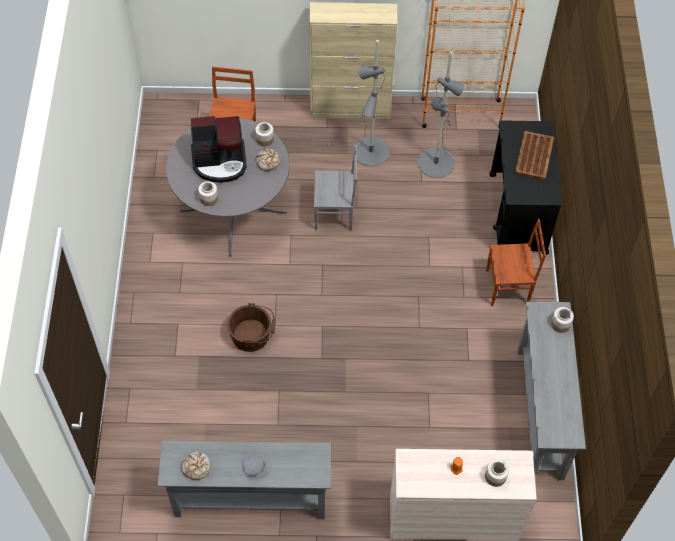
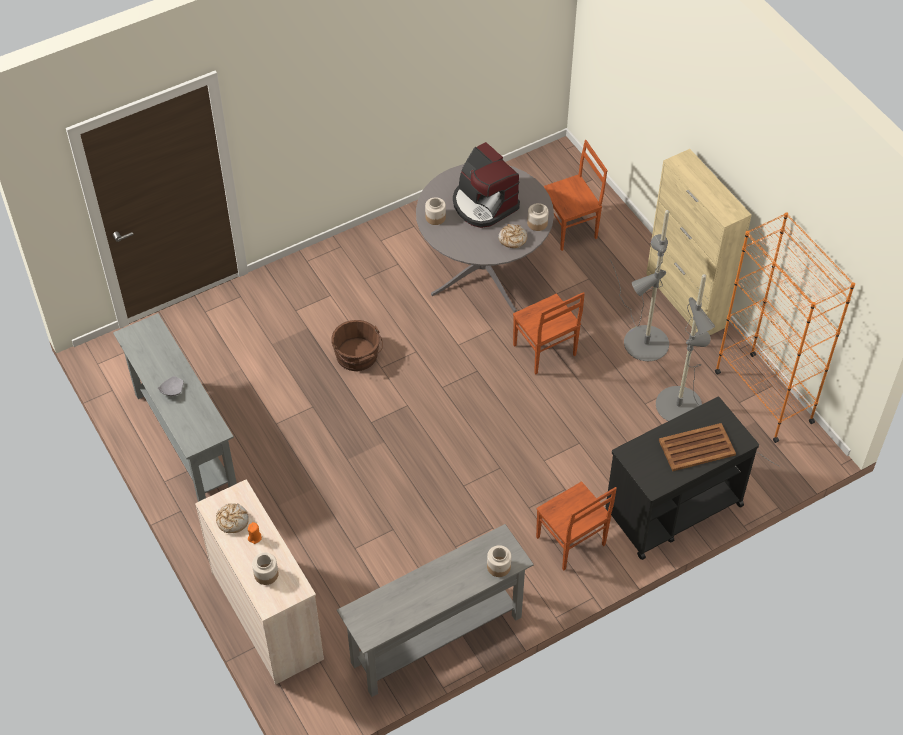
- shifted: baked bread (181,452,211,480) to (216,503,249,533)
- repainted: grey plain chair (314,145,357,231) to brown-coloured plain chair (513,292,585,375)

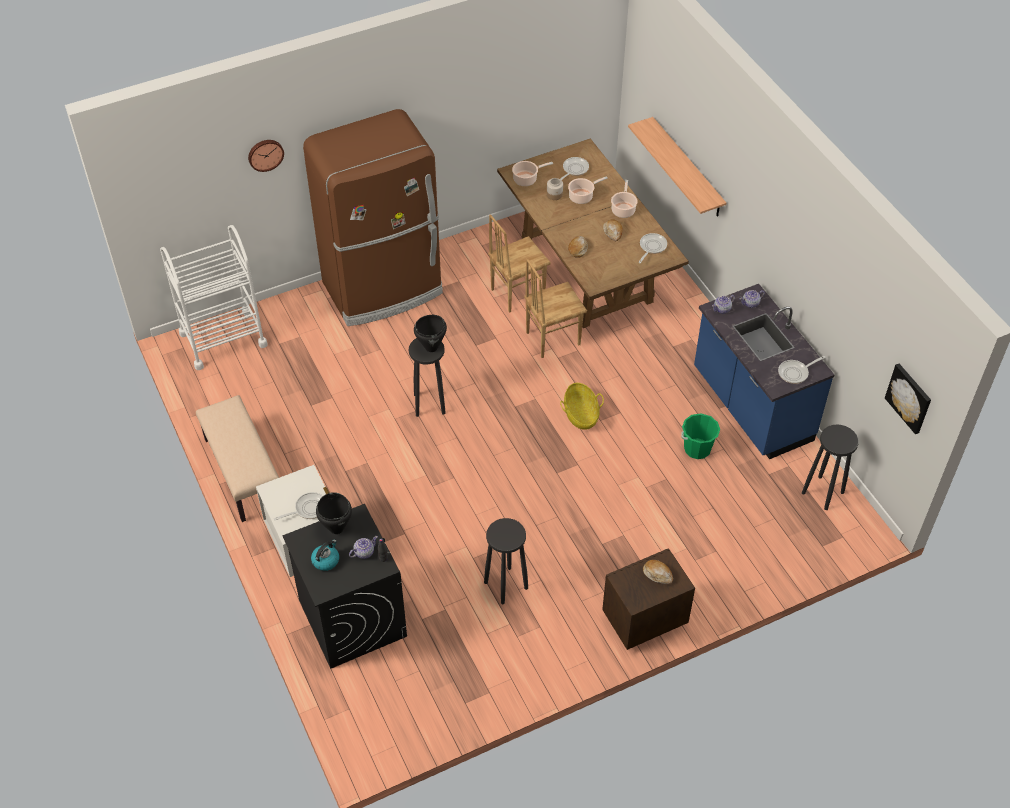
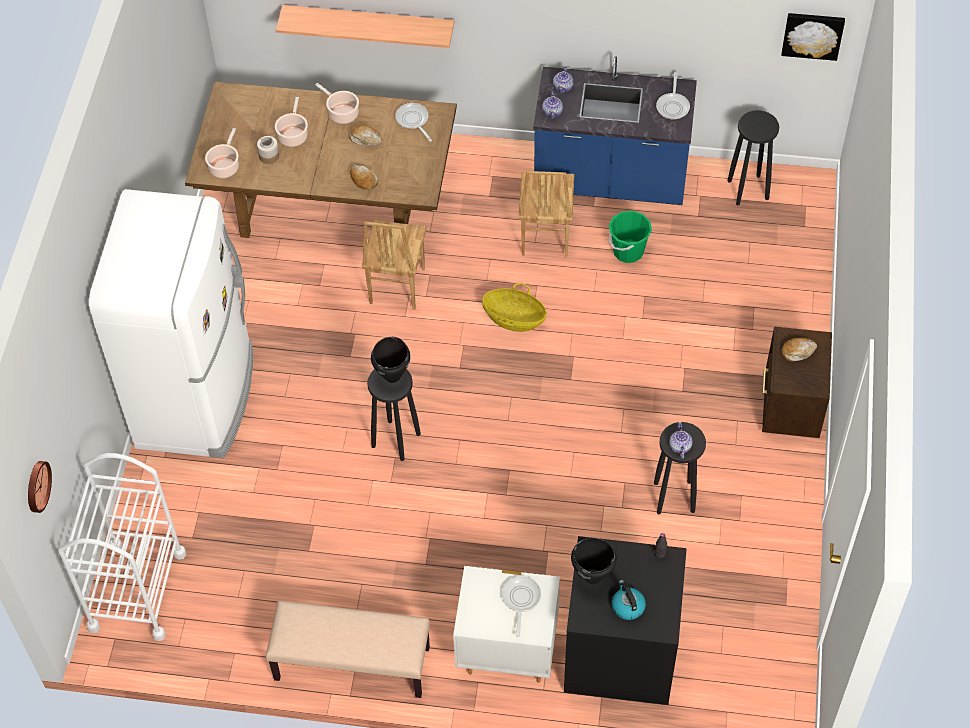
- shifted: clock on the wall (248,140,284,172) to (28,461,52,513)
- repainted: brown-coloured kitchen fridge (303,109,443,326) to whitish kitchen fridge (89,189,253,459)
- shifted: teapot (349,536,378,559) to (669,422,693,458)
- shifted: brown-coloured plain chair (488,214,551,313) to (518,171,574,257)
- gone: frying pan (560,157,589,180)

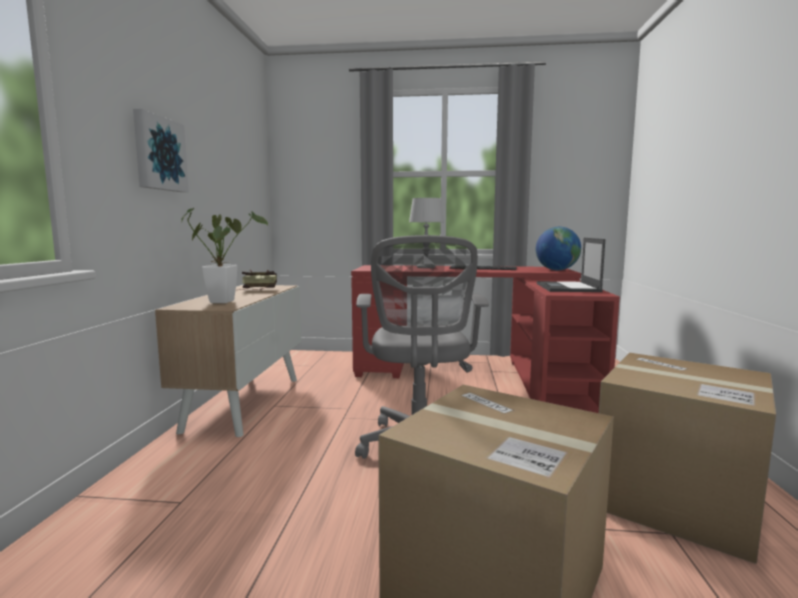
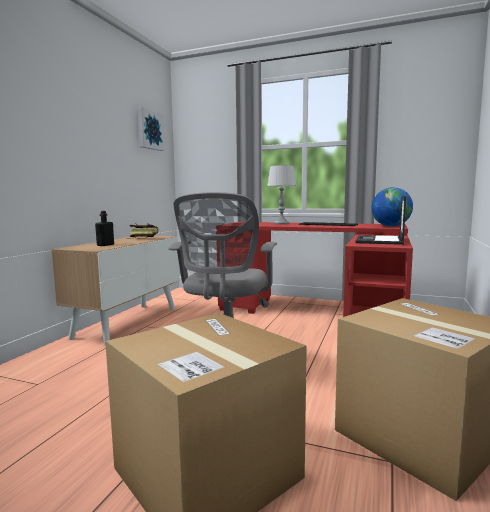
- shifted: wall picture (133,109,189,192) to (137,107,164,151)
- swapped: houseplant (181,208,268,303) to black drink bottle (95,211,114,246)

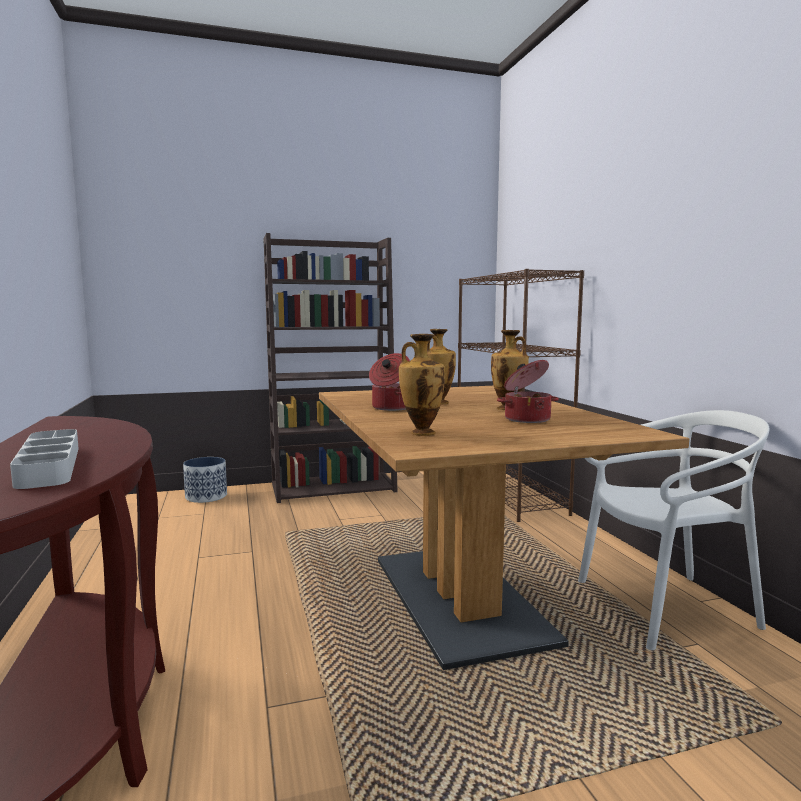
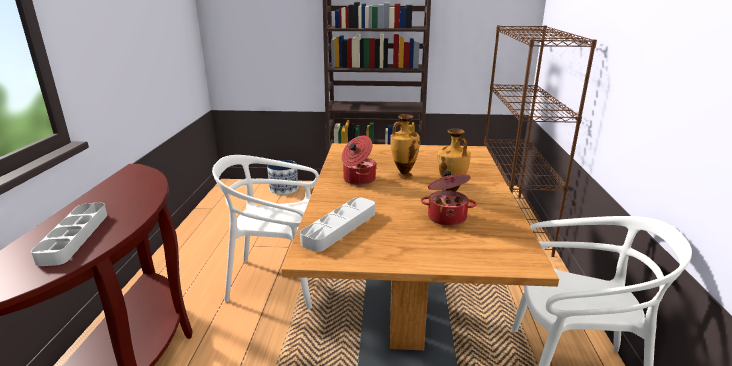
- swapped: flower vase (399,334,445,436) to grey serving tray (300,197,375,252)
- new: whitish plain chair (212,155,319,309)

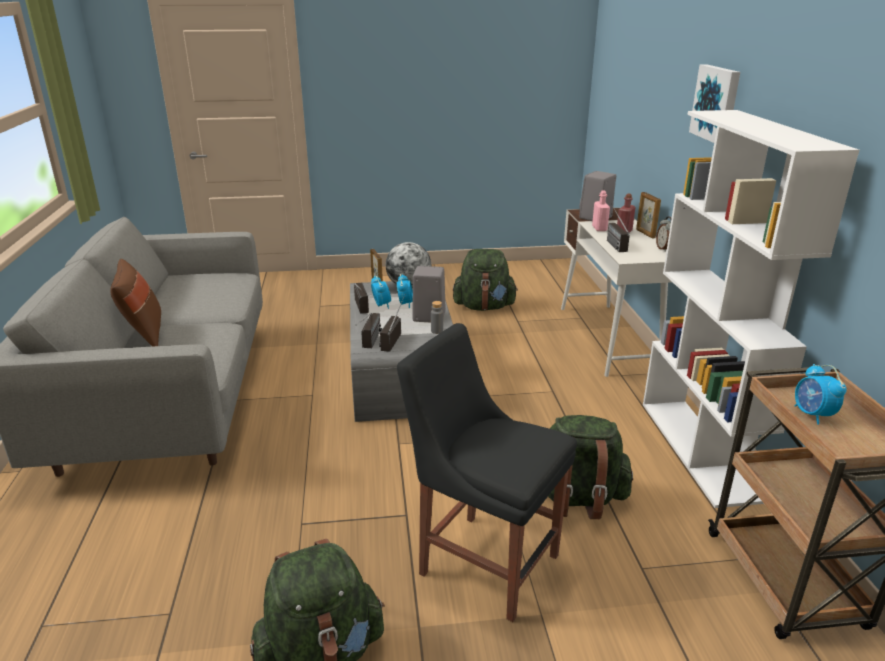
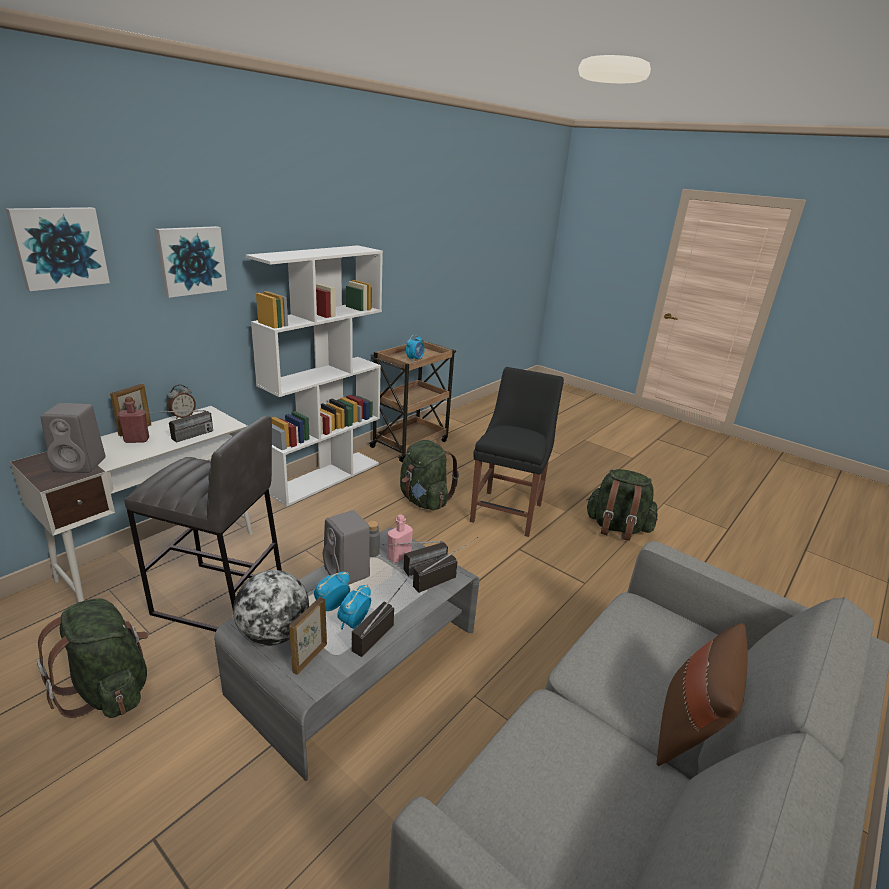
- rotated: black plain chair (397,323,577,622) = (470,367,564,537) 150 degrees counterclockwise
- shifted: pink-coloured drink bottle (592,191,610,231) to (387,514,413,563)
- new: wall picture (6,207,110,291)
- new: grey sitting stool (125,416,282,632)

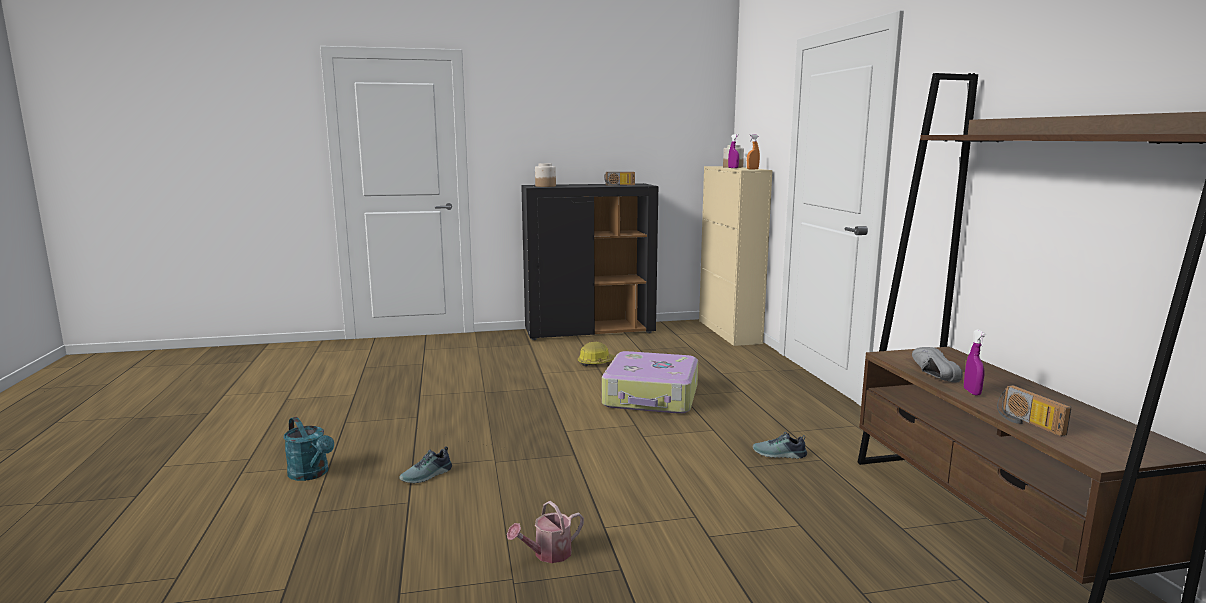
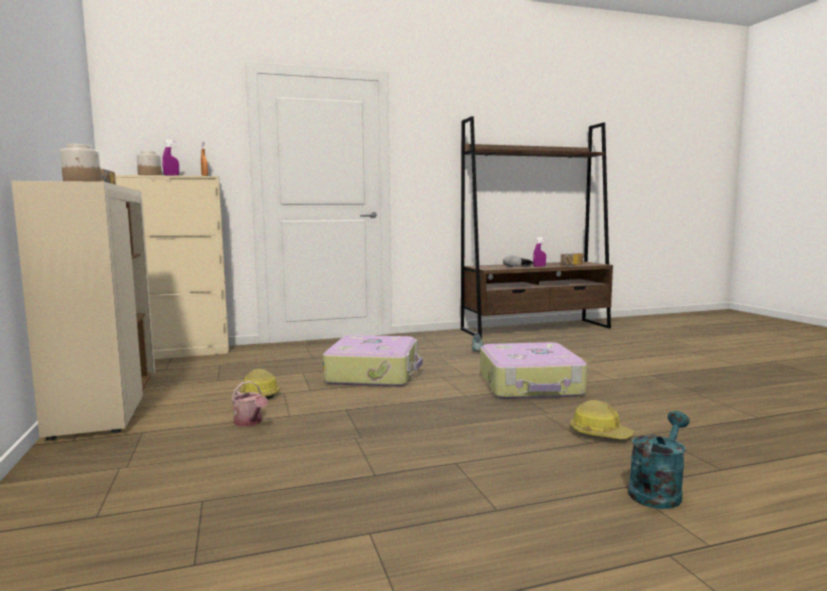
- swapped: item of footwear (399,446,452,483) to safety helmet (570,400,634,439)
- shifted: watering pot (507,501,584,563) to (231,381,268,427)
- repainted: black cupboard (521,183,658,340) to beige-coloured cupboard (11,181,155,441)
- new: suitcase (480,342,587,399)

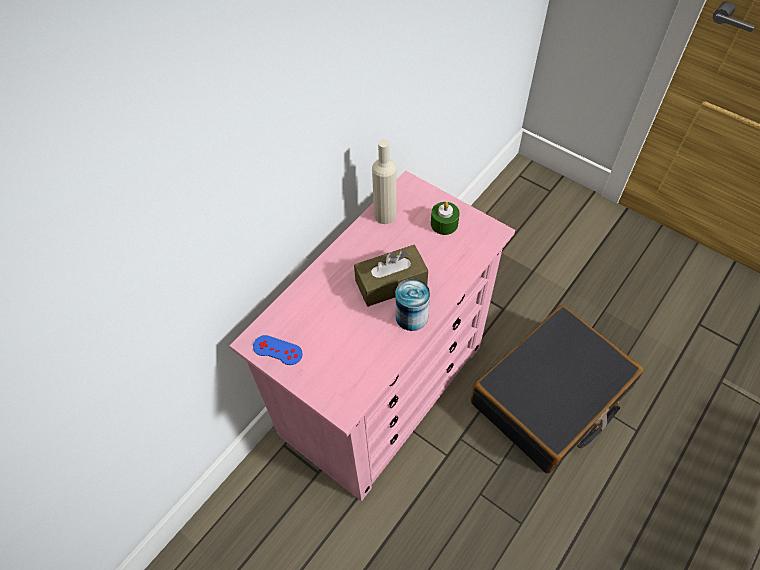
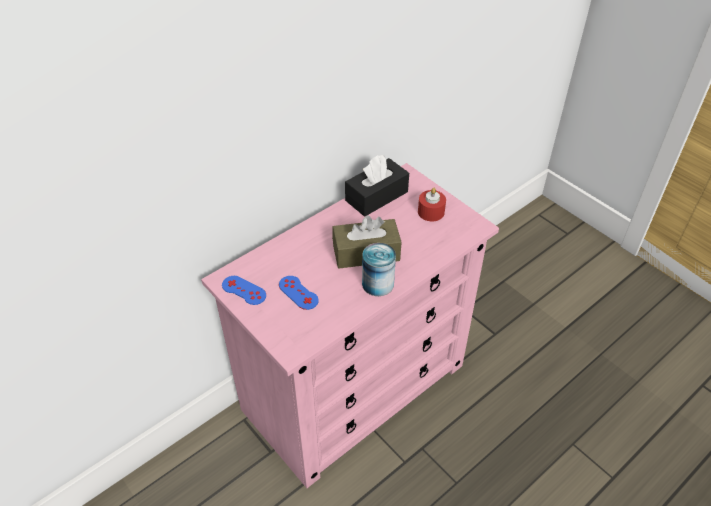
- swapped: beige-coloured drink bottle (372,139,397,224) to black tissue holder (345,155,409,216)
- repainted: green-coloured wax light (431,202,460,235) to red-coloured wax light (418,188,446,221)
- gone: black suitcase (471,305,643,474)
- new: blue-coloured joypad (279,276,319,310)

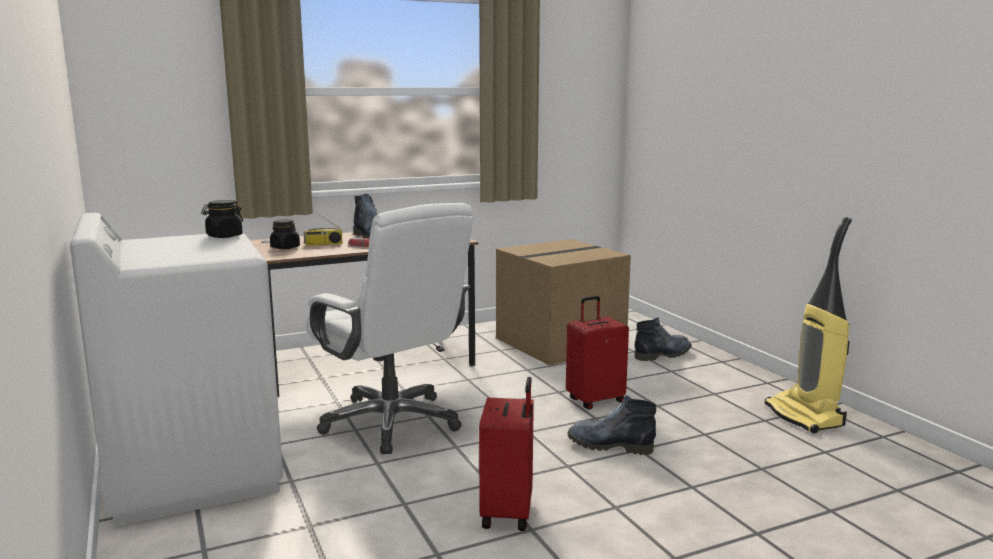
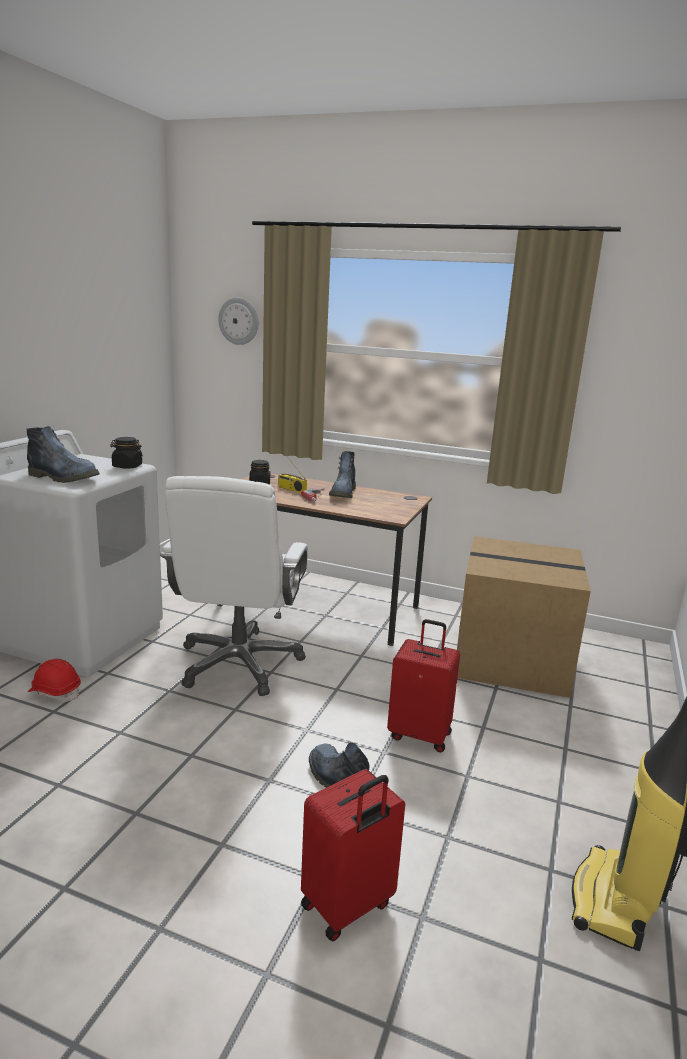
- shifted: red-coloured suitcase (479,377,534,531) to (301,769,405,942)
- shifted: boot (635,318,692,361) to (26,426,100,483)
- new: red-coloured safety helmet (28,659,81,702)
- new: clock on the wall (218,298,258,345)

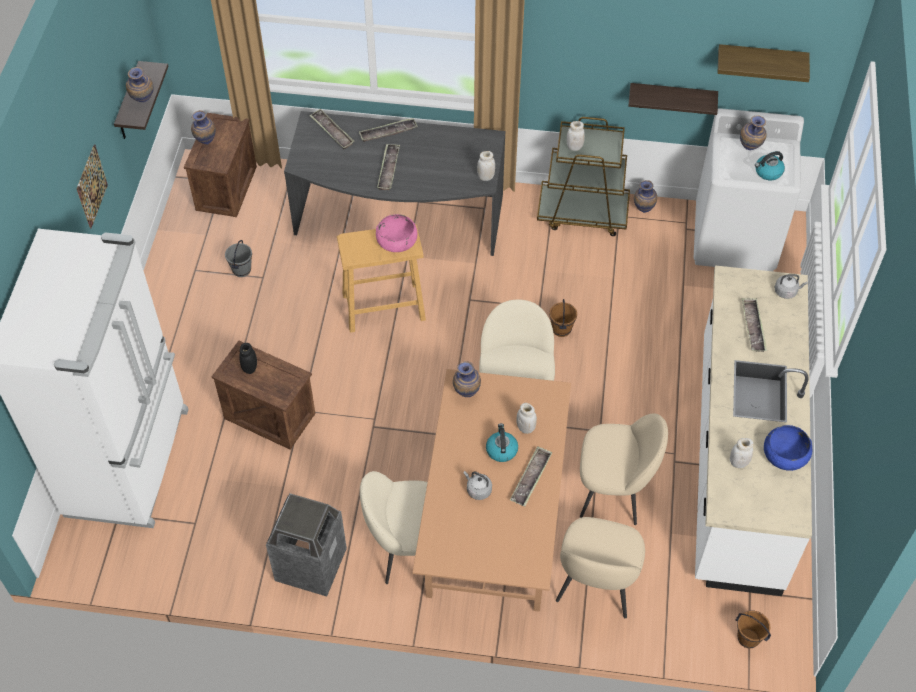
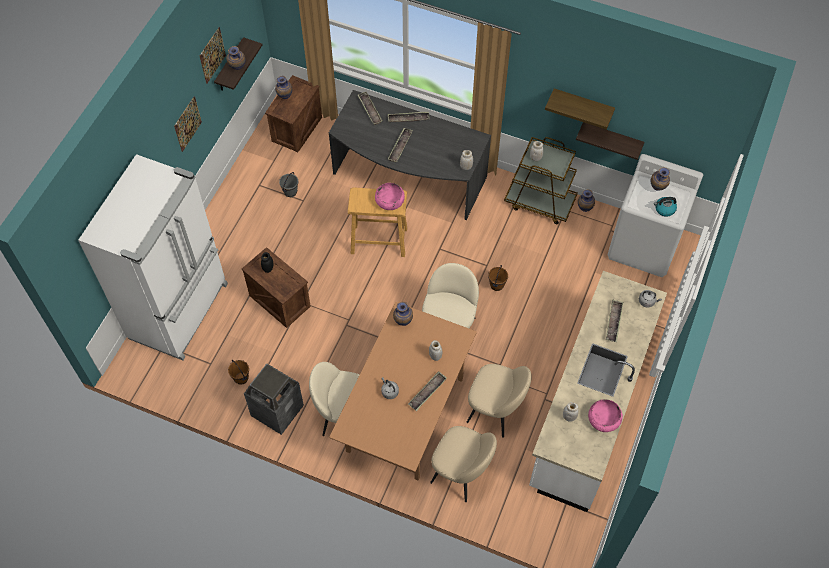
- gone: water kettle (486,423,518,462)
- rotated: beige-coloured plain chair (556,517,645,618) = (430,426,497,502) 90 degrees counterclockwise
- shifted: bracket shelf (718,44,810,82) to (545,88,615,130)
- shifted: brown-coloured pail (736,611,771,648) to (228,360,249,385)
- repainted: blue-coloured bowl (764,425,812,471) to pink-coloured bowl (588,399,623,432)
- new: wall picture (200,27,226,84)

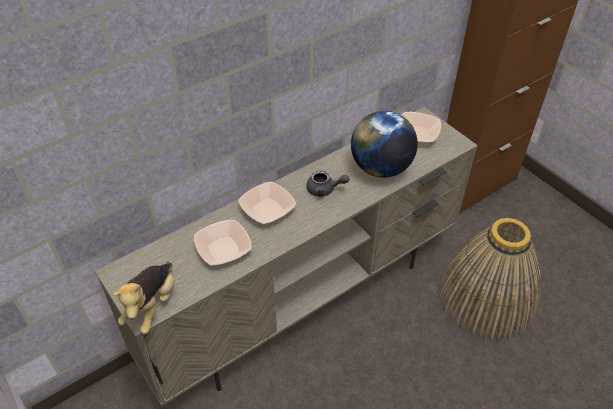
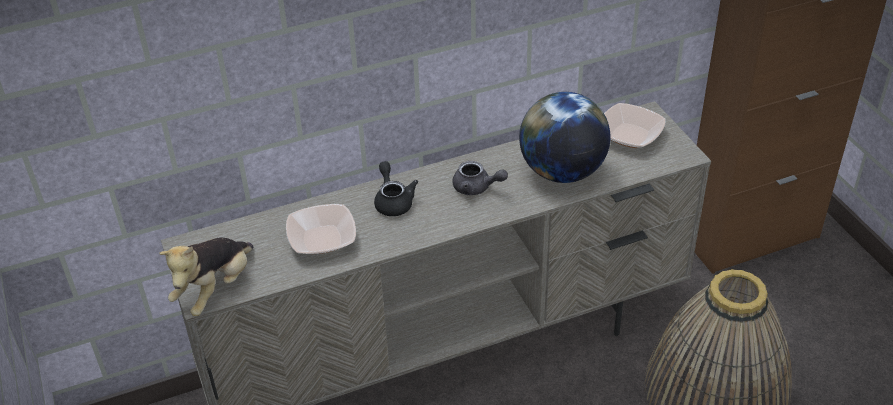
- swapped: bowl (238,182,296,224) to black teapot (374,161,418,216)

